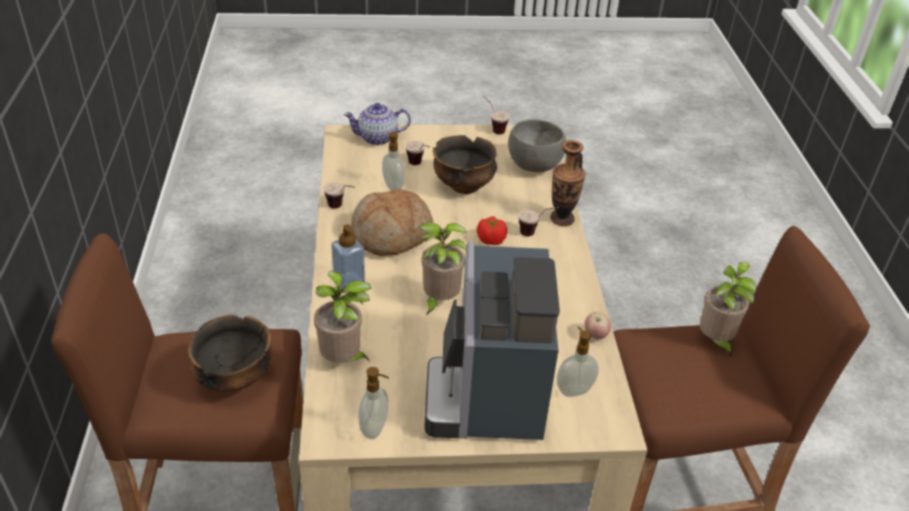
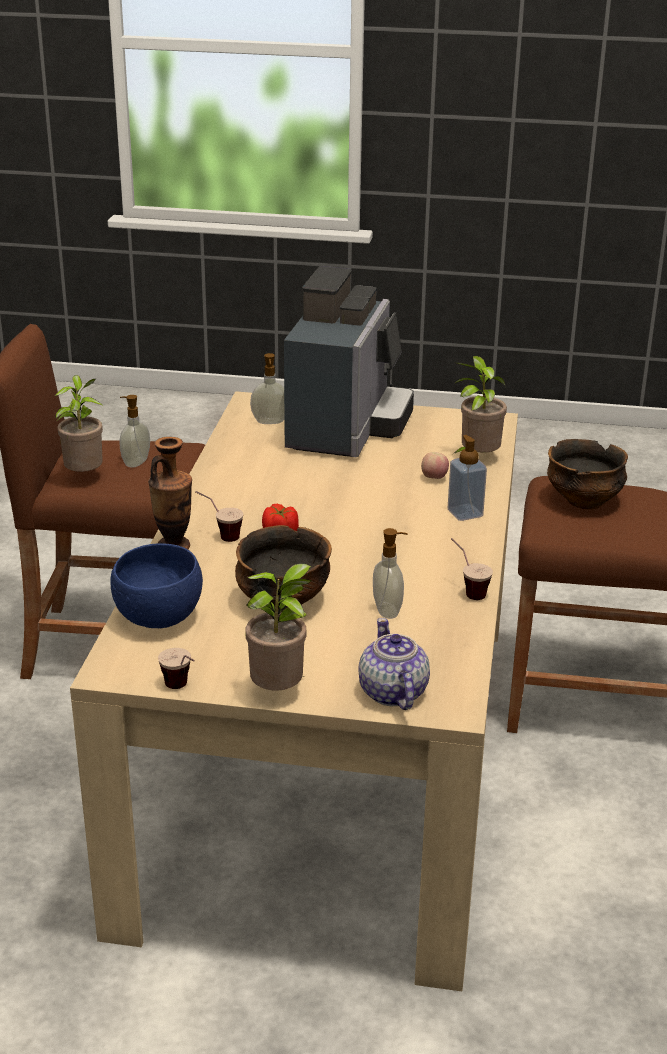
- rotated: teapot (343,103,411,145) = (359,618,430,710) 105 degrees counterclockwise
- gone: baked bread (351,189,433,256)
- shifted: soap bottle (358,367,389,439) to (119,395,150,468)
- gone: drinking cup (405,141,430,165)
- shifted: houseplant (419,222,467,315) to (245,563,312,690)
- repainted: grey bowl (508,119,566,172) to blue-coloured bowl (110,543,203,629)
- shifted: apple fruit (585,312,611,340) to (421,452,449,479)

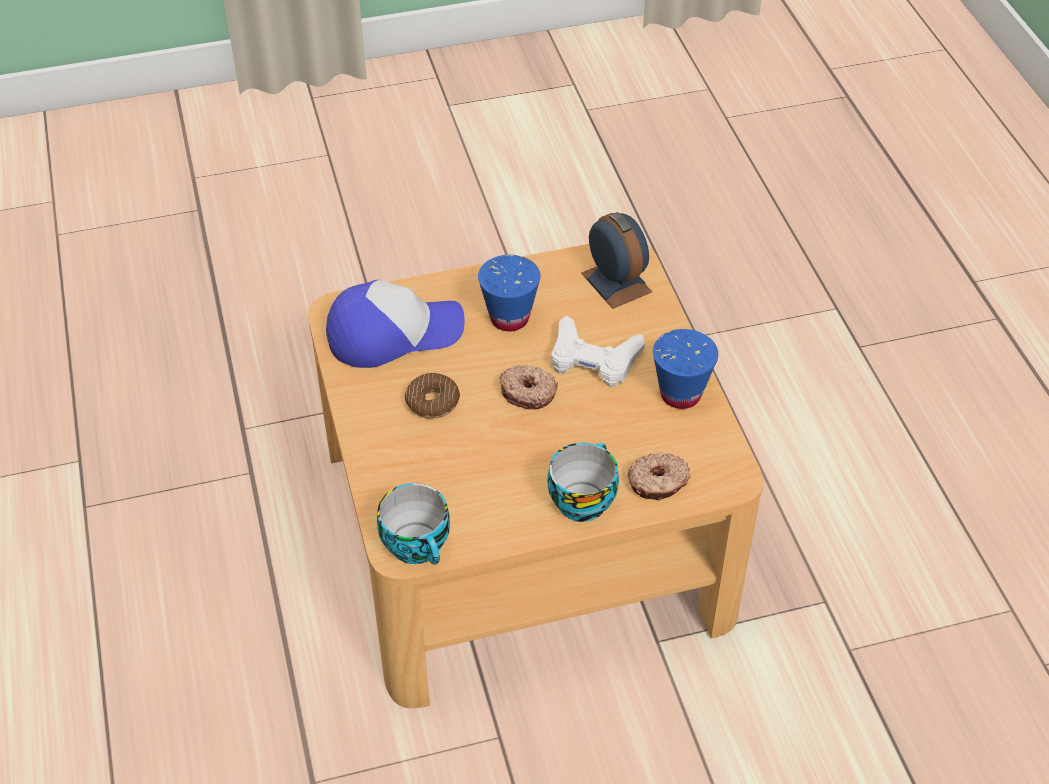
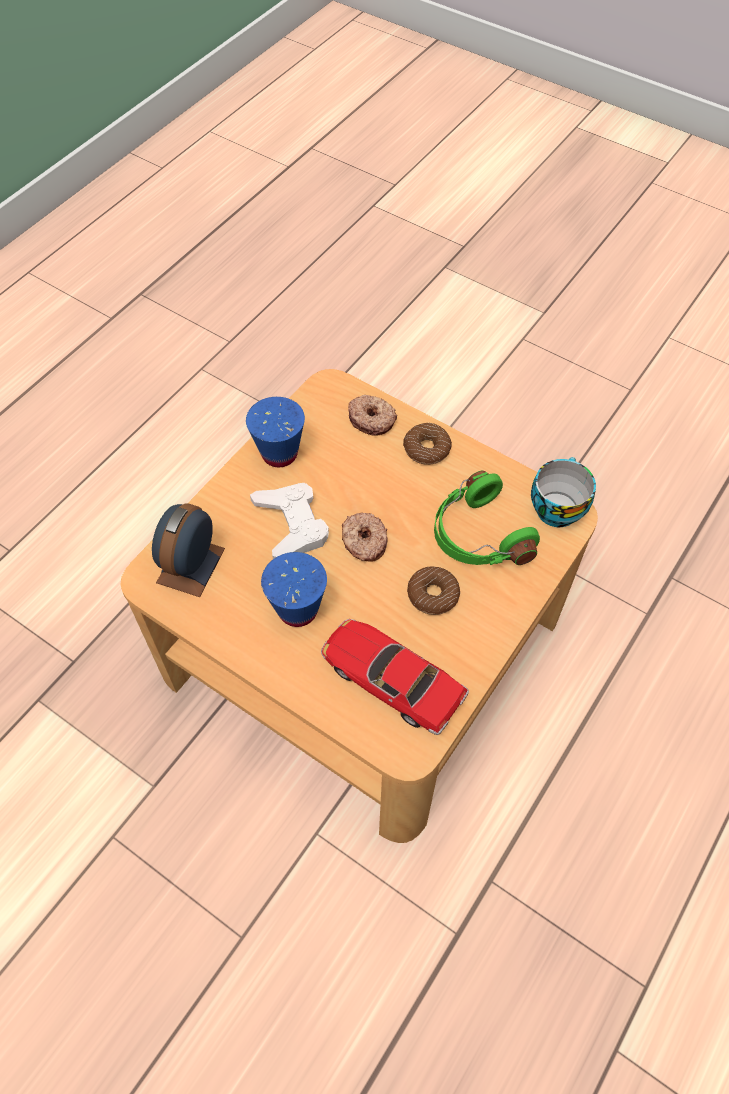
- swapped: cap (326,280,465,368) to model car (321,619,469,735)
- swapped: drinking cup (548,442,619,522) to ring doughnut (403,423,452,465)
- new: green-coloured pair of headphones (434,471,540,565)

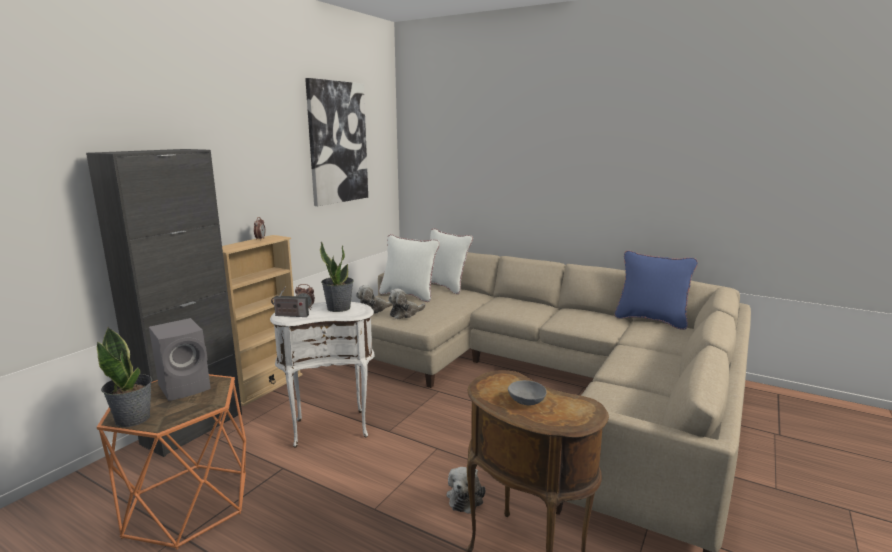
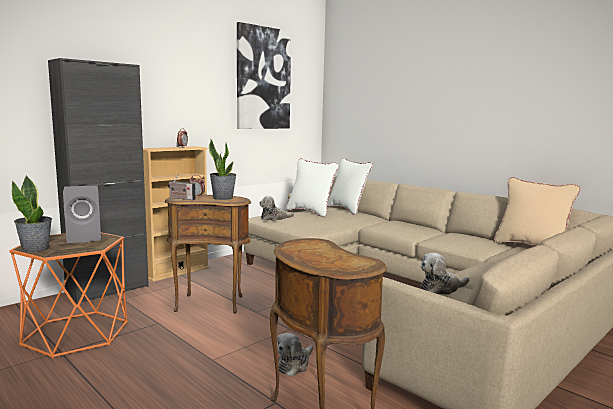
- repainted: whitish end table (270,302,375,448) to brown-coloured end table (165,195,251,314)
- shifted: plush toy (388,289,425,319) to (420,253,469,294)
- gone: grey bowl (508,380,547,406)
- repainted: blue-coloured cushion (614,250,698,330) to beige-coloured cushion (494,177,581,246)

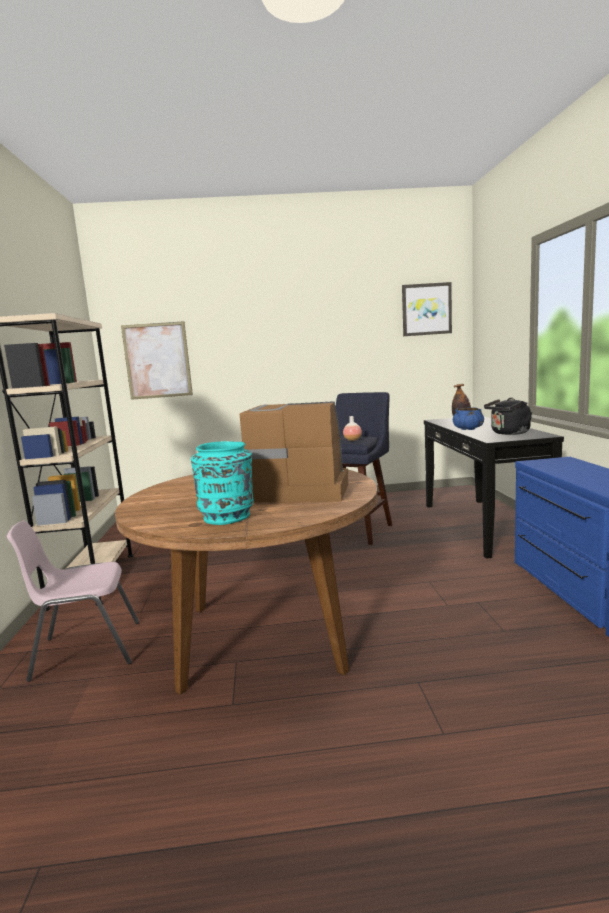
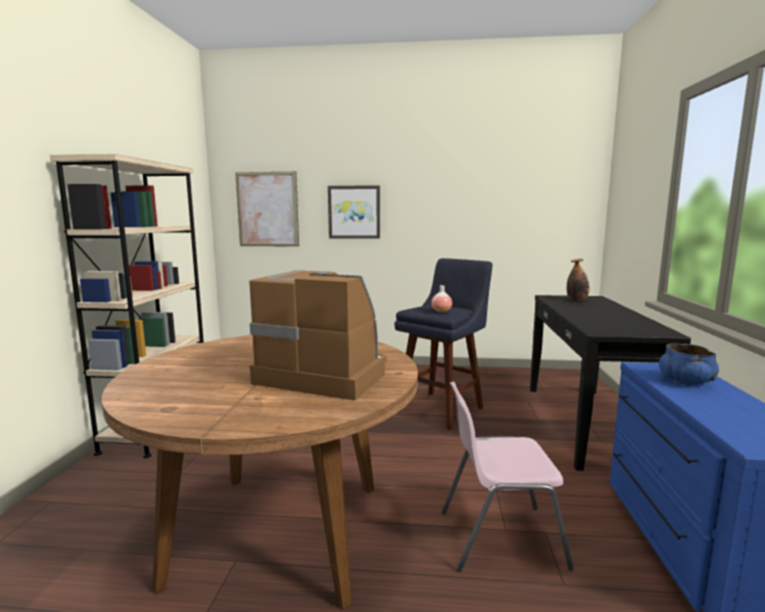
- shifted: pink-coloured plain chair (7,521,139,682) to (442,382,574,572)
- gone: turquoise-coloured flower vase (191,441,254,525)
- shifted: wall picture (402,282,452,336) to (328,185,380,239)
- shifted: blue-coloured bowl (453,407,484,430) to (659,343,719,386)
- gone: black water kettle (484,398,532,435)

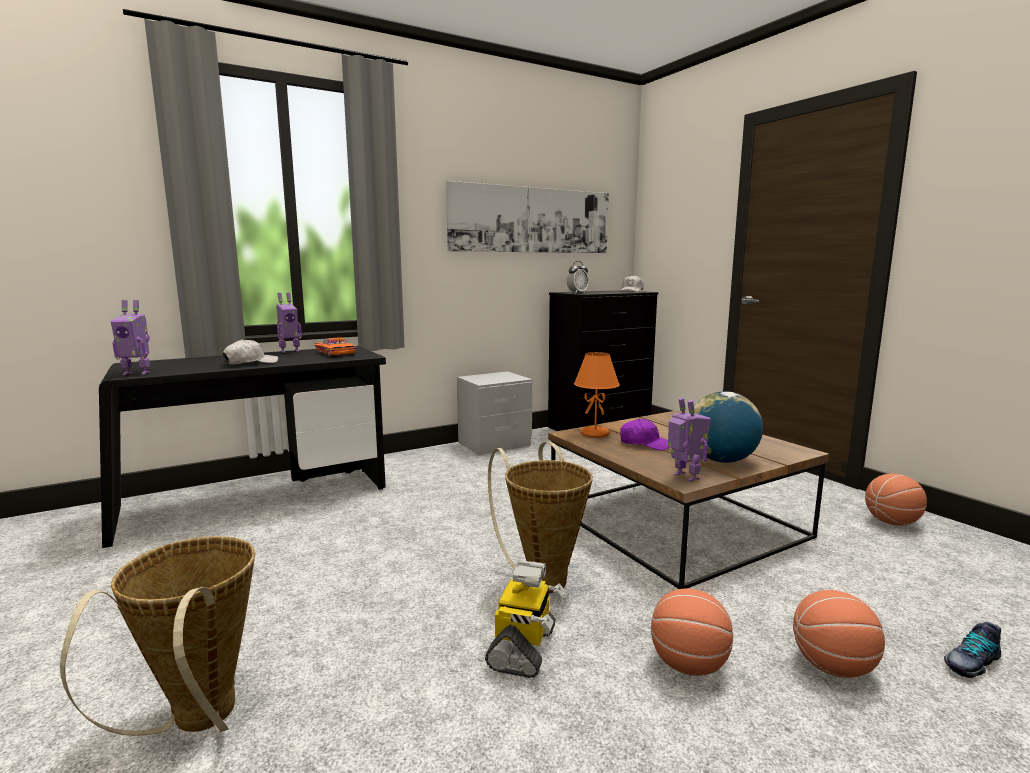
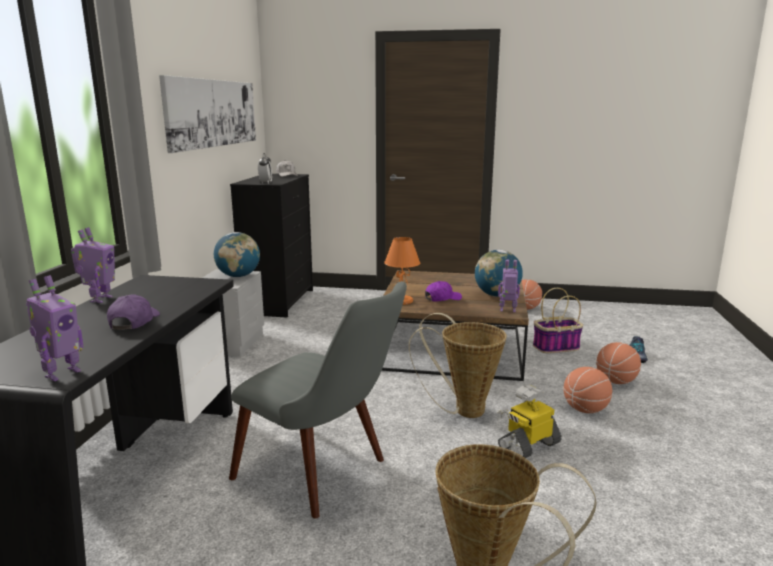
- repainted: whitish cap (223,339,278,364) to purple cap (107,294,160,330)
- gone: orange-coloured model car (314,338,356,357)
- rotated: toy robot (485,560,565,678) = (498,385,562,458) 90 degrees counterclockwise
- new: globe (214,232,260,277)
- new: grey plain chair (229,281,407,519)
- new: storage basket (533,288,583,353)

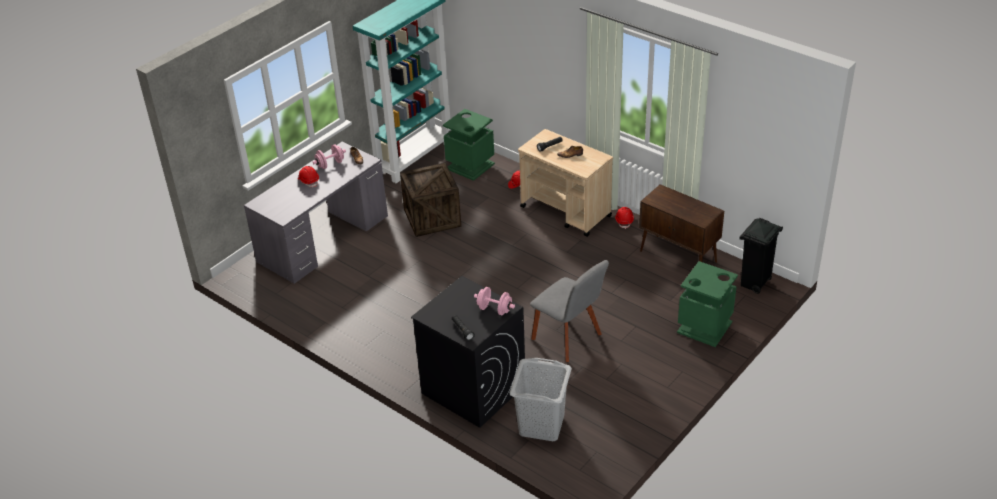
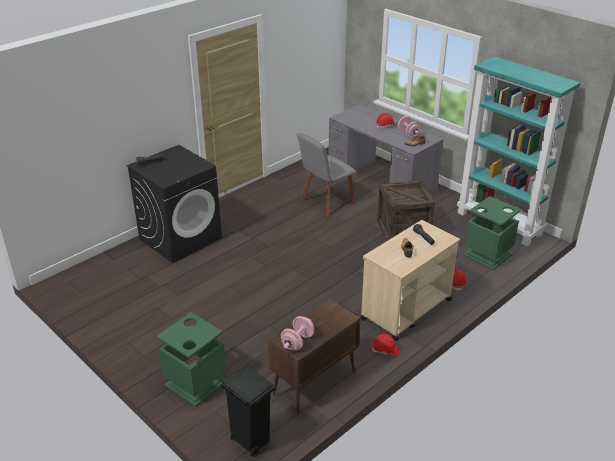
- shifted: pink-coloured dumbbell (474,287,515,315) to (281,316,314,350)
- gone: grey hamper (510,358,572,441)
- shifted: grey plain chair (530,260,609,362) to (297,133,356,217)

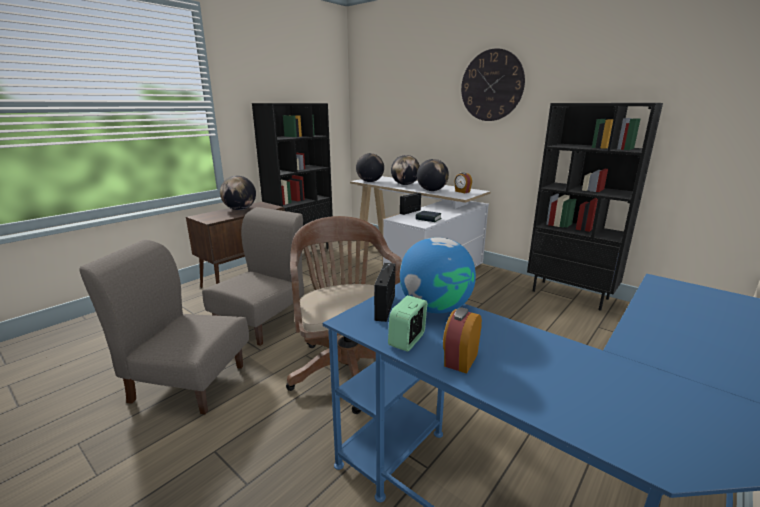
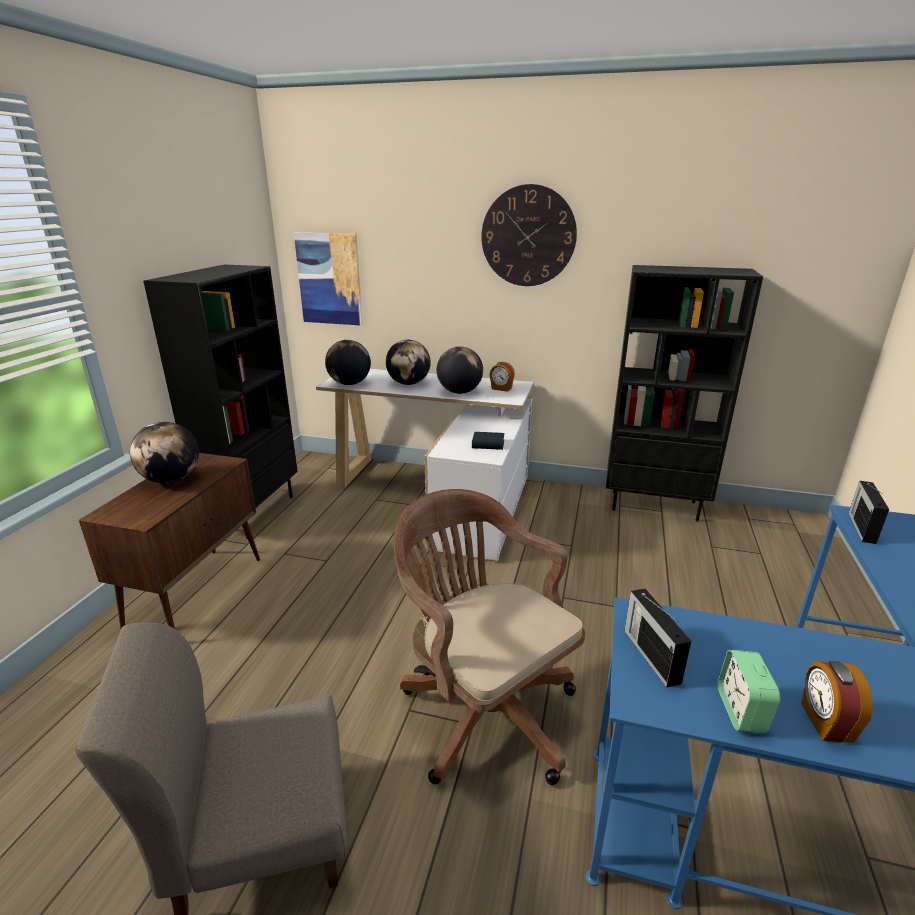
- gone: grey plain chair (202,207,304,346)
- shifted: radio set (400,191,421,215) to (849,481,889,544)
- gone: globe (400,237,476,313)
- new: wall picture (294,232,363,325)

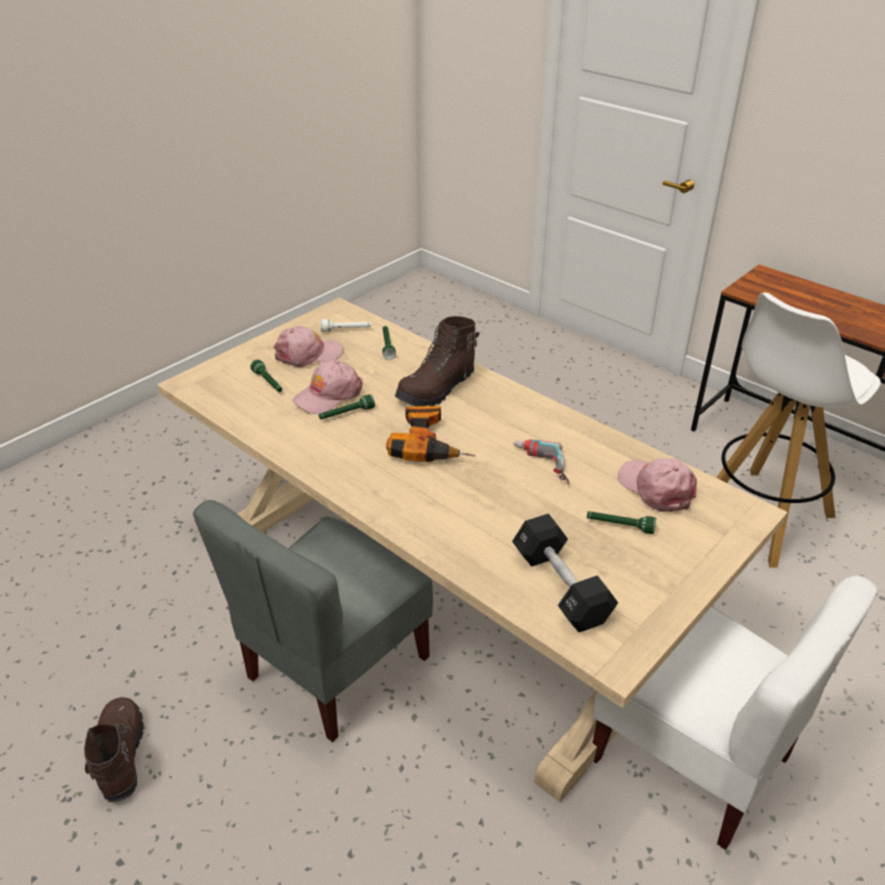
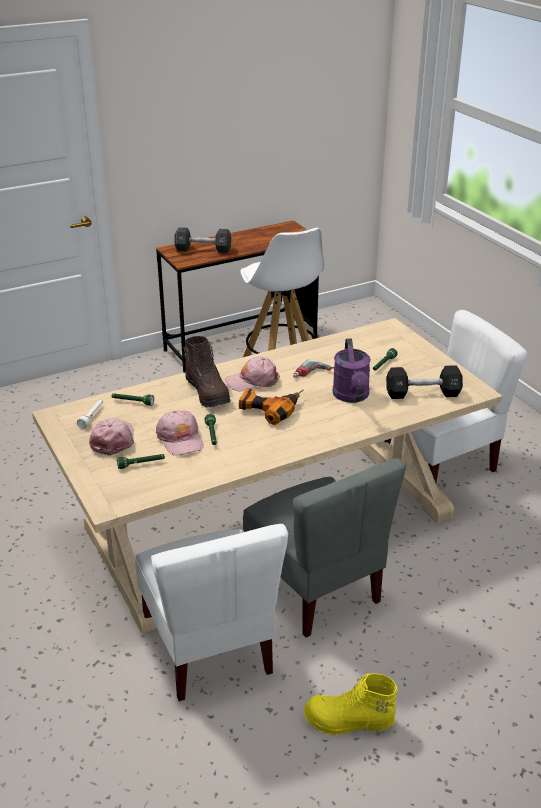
- repainted: brown-coloured boot (84,697,144,802) to yellow boot (304,673,398,735)
- shifted: pink-coloured cap (618,458,697,512) to (226,357,280,392)
- new: whitish plain chair (135,524,288,701)
- new: black dumbbell (174,227,231,253)
- new: purple watering pot (333,338,371,403)

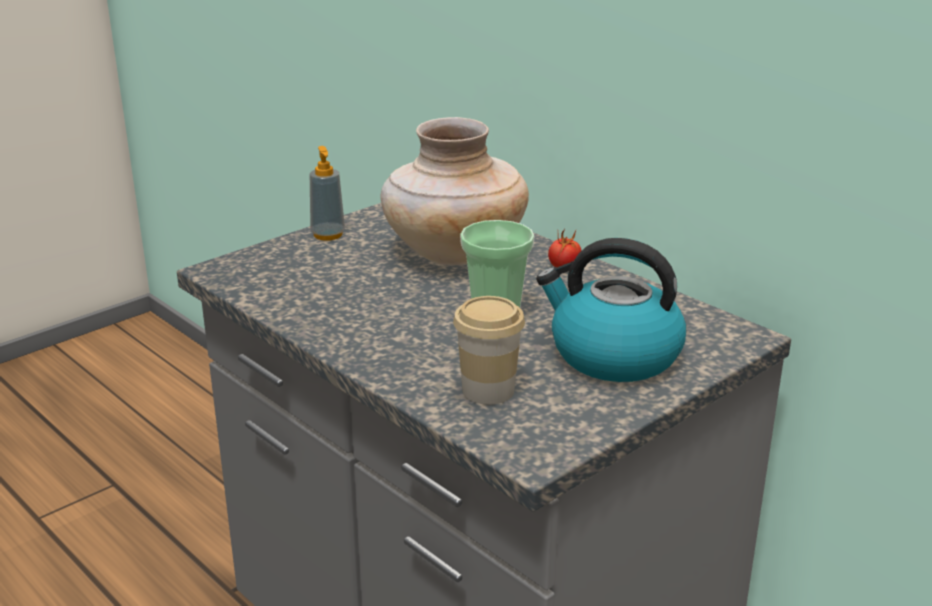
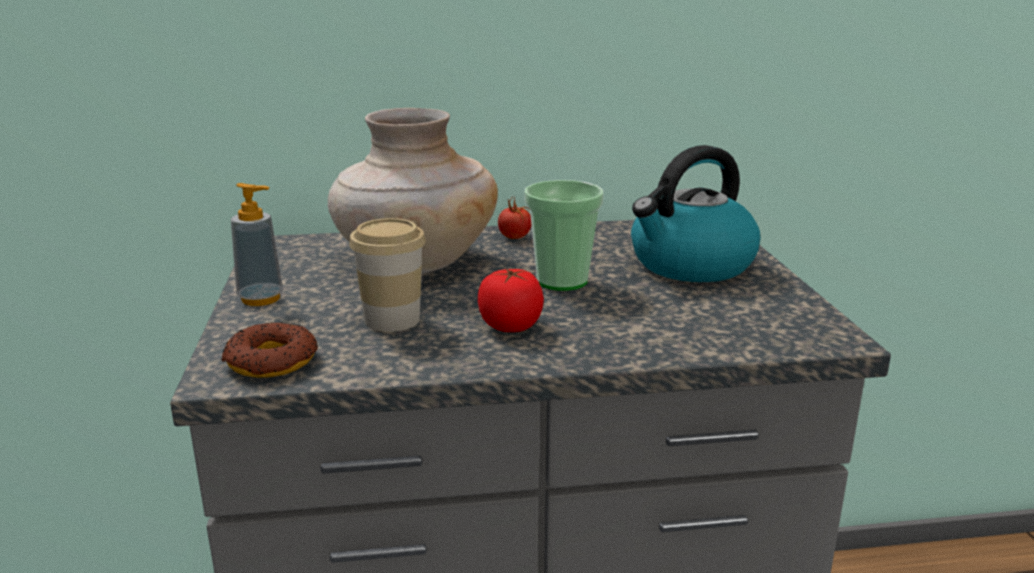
- shifted: drinking cup (453,296,525,405) to (349,218,426,332)
- new: ring doughnut (221,322,318,378)
- new: fresh tomato (478,268,544,332)

